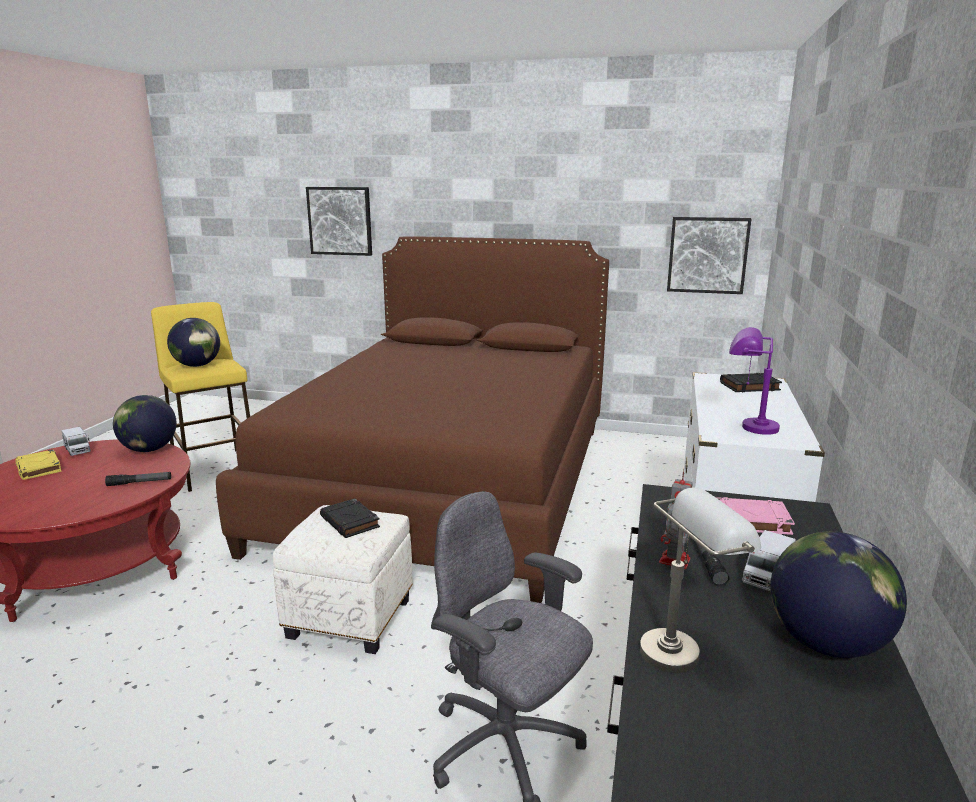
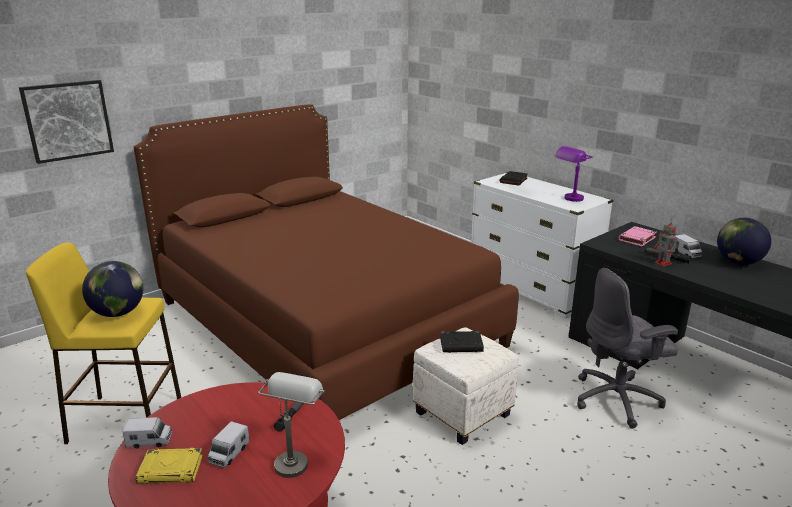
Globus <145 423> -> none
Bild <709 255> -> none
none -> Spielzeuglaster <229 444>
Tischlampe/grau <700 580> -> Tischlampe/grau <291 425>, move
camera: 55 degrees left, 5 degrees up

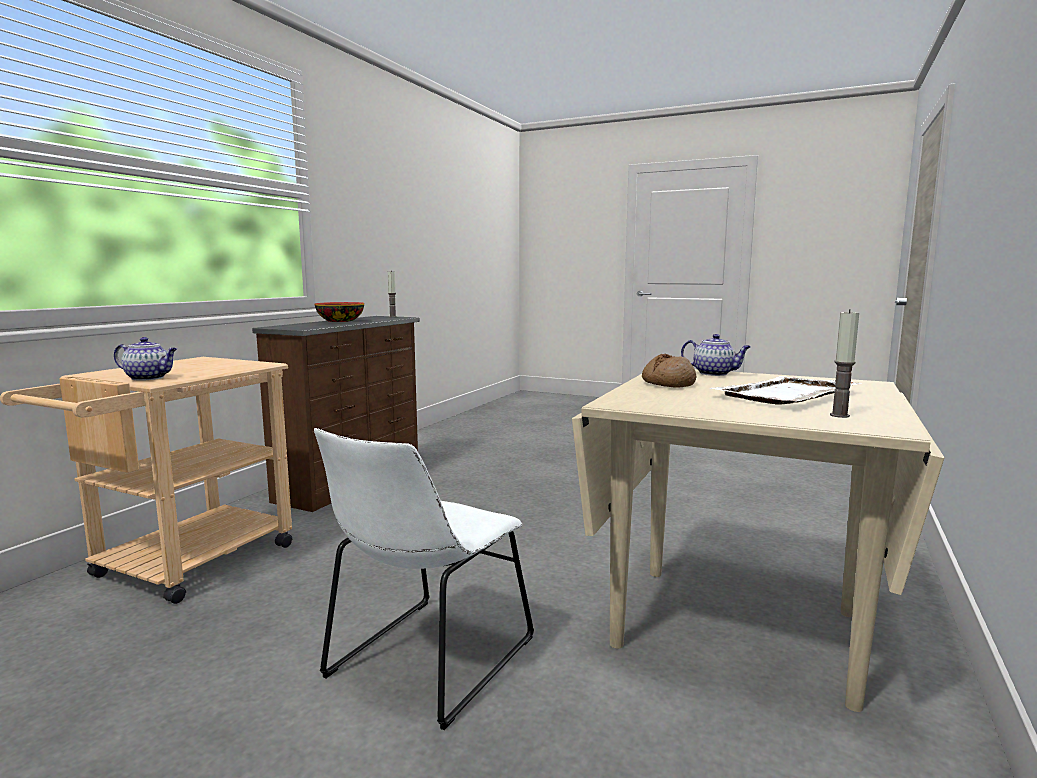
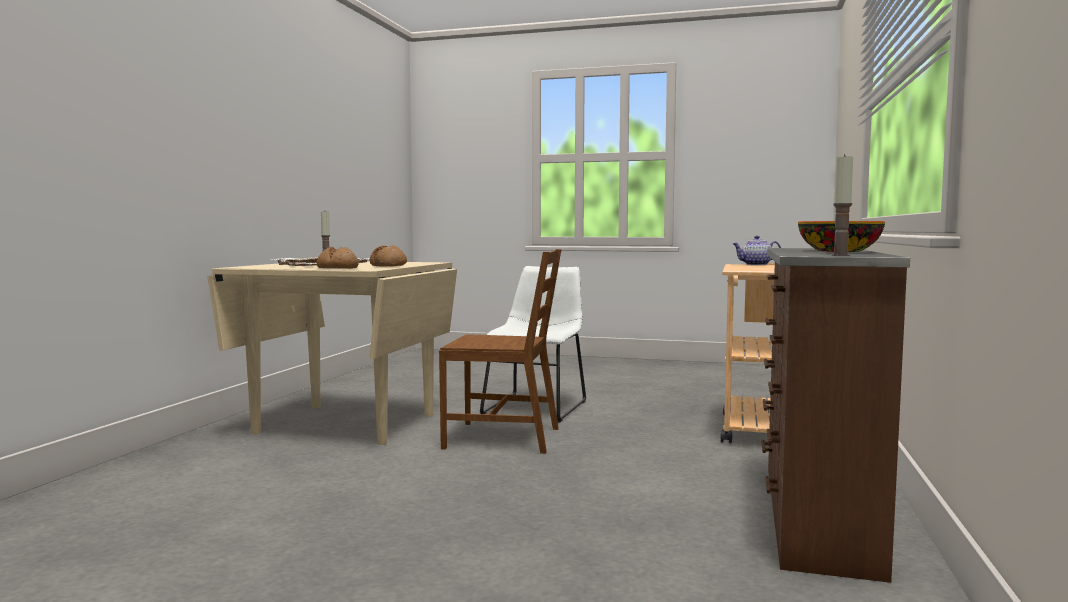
none -> Stuhl/braun <500 351>
Teekanne <716 355> -> Brot <337 258>
camera: 170 degrees right, 5 degrees down

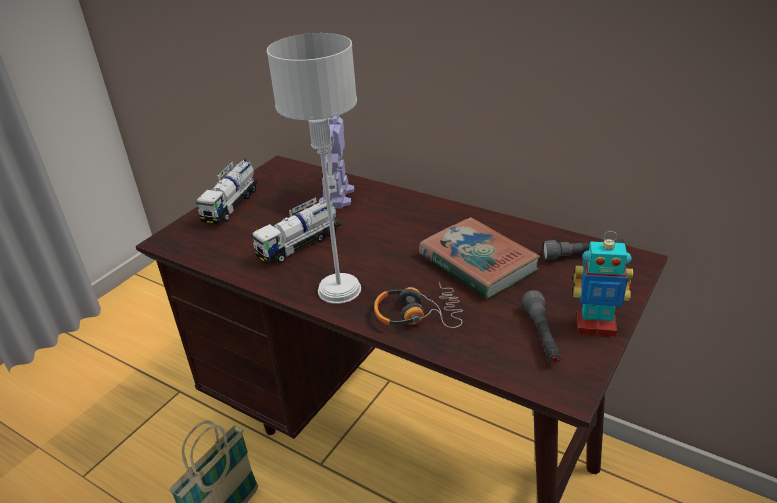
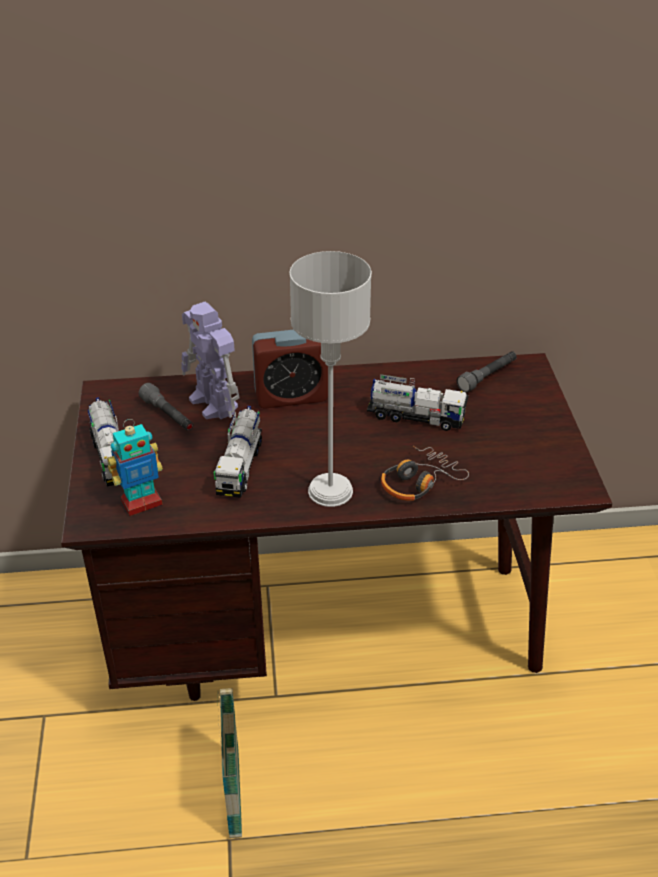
none -> Wecker <290 369>
Taschenlampe/grau <541 327> -> Taschenlampe/grau <166 407>, move
Spielzeugroboter <603 284> -> Spielzeugroboter <135 467>, move
Buch <480 258> -> Spielzeuglaster <418 402>
camera: 40 degrees left, 5 degrees up

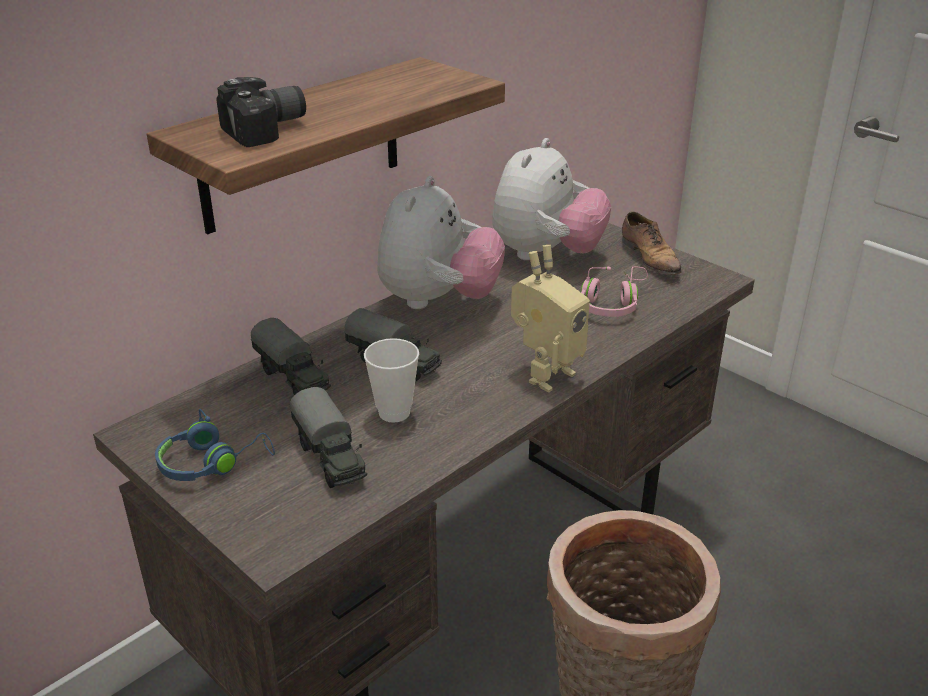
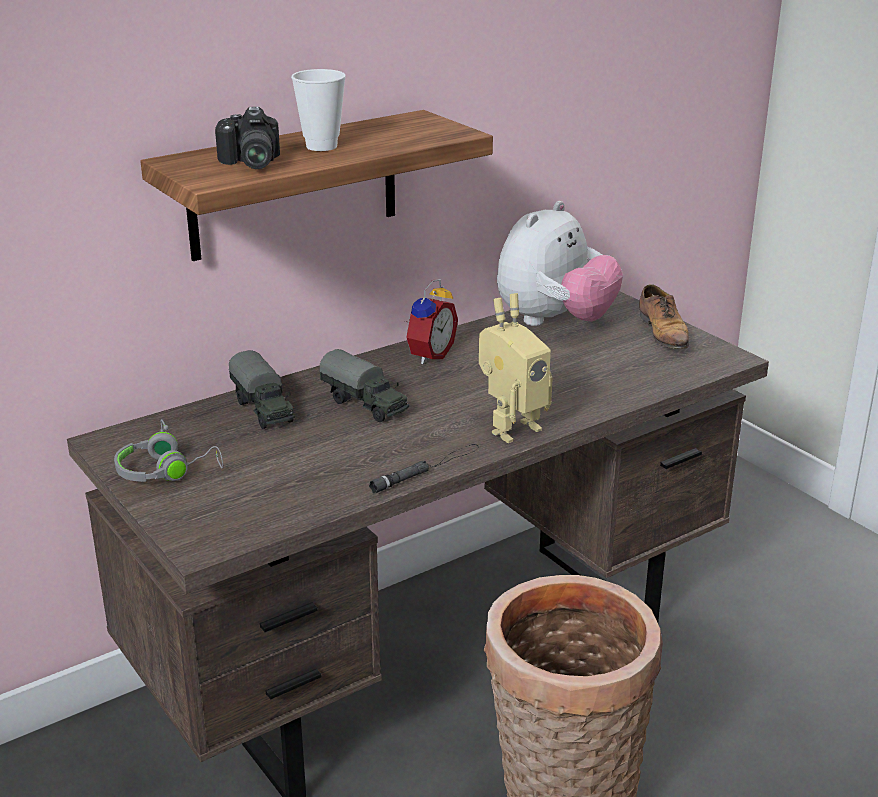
Spielzeuglaster <328 437> -> none
Kopfhörer/rosa <614 291> -> none
none -> Taschenlampe/schwarz <424 468>
Tasse <391 380> -> Tasse <318 110>, move
Plüschtier <441 242> -> Wecker <431 321>
Kopfhörer/blau <215 445> -> Kopfhörer/grau <169 450>
Kamera <261 112> -> Kamera <247 138>, 105 degrees clockwise
camera: 10 degrees right, 5 degrees down

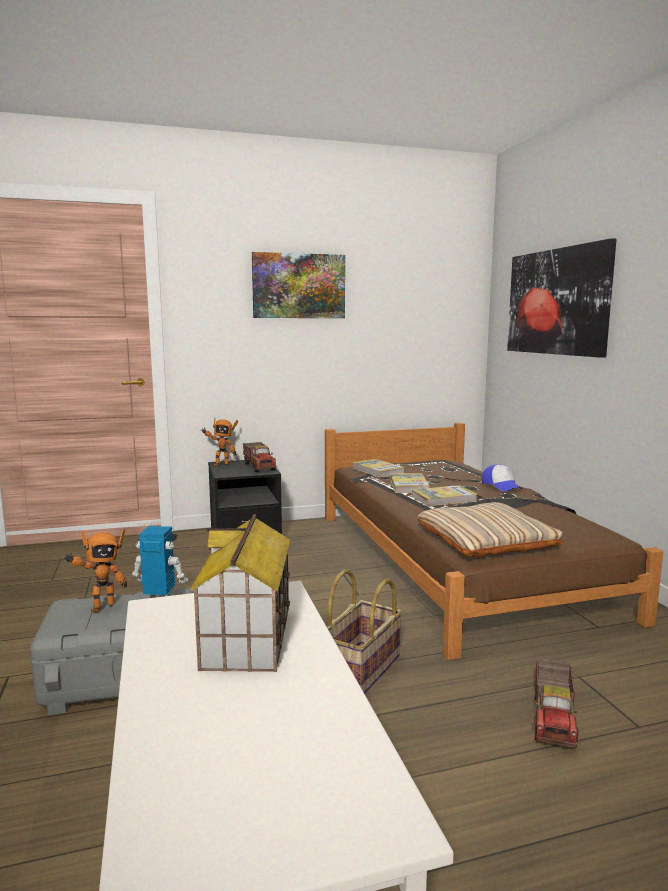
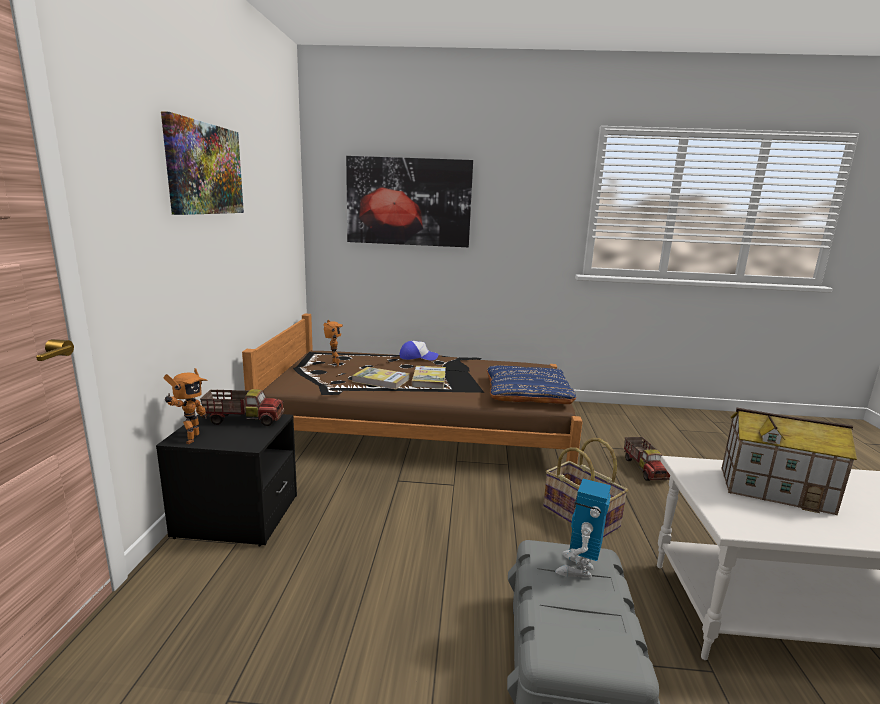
Buch <378 468> -> none
Spielzeugroboter <95 571> -> Spielzeugroboter <333 343>, move
Kissen/beige <490 529> -> Kissen/blau <531 385>
Spielzeuglaster <556 703> -> Spielzeuglaster <647 459>, 45 degrees clockwise
camera: 70 degrees left, 5 degrees up

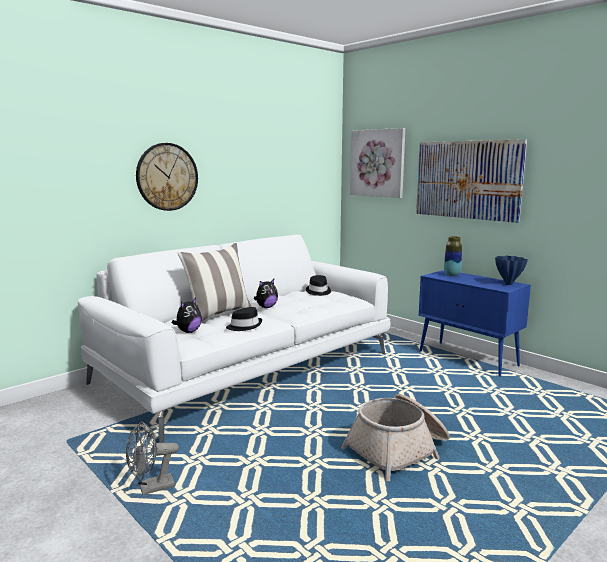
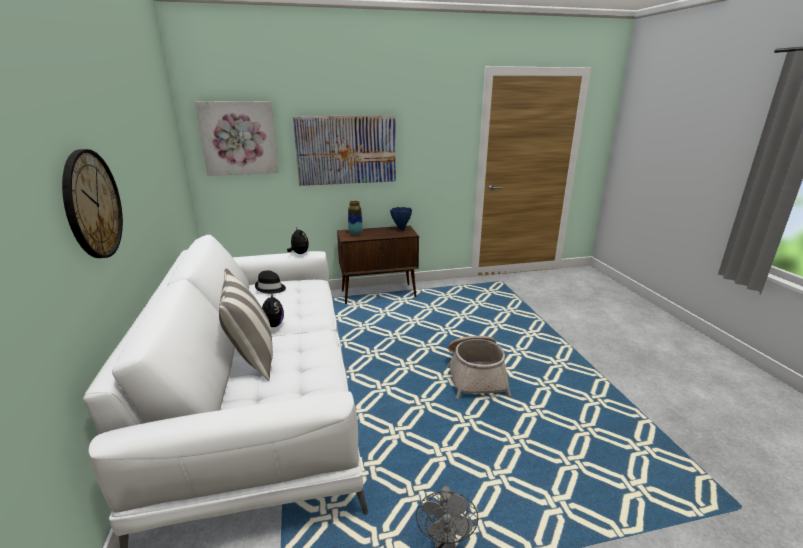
Hut/schwarz <244 319> -> none
Plüschtier <187 315> -> Plüschtier <298 241>, move
Schrank/blau <475 323> -> Schrank/braun <378 265>
camera: 60 degrees left, 10 degrees up

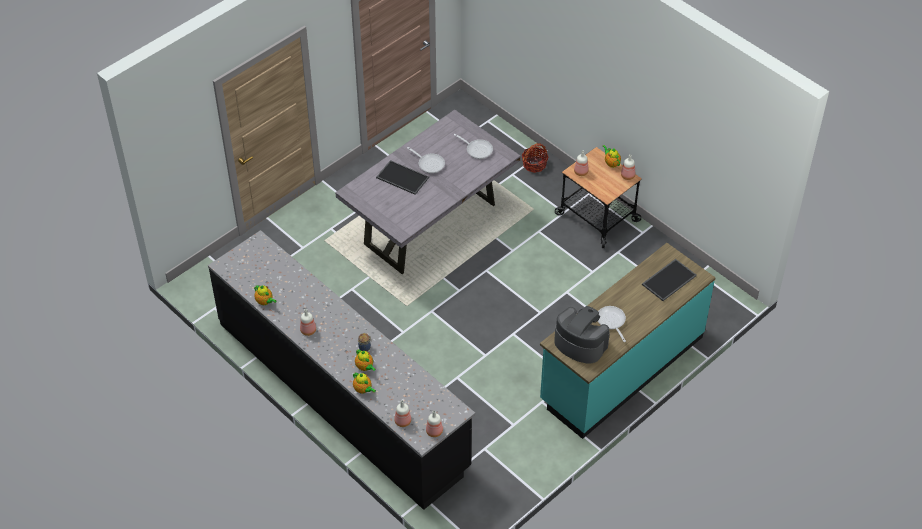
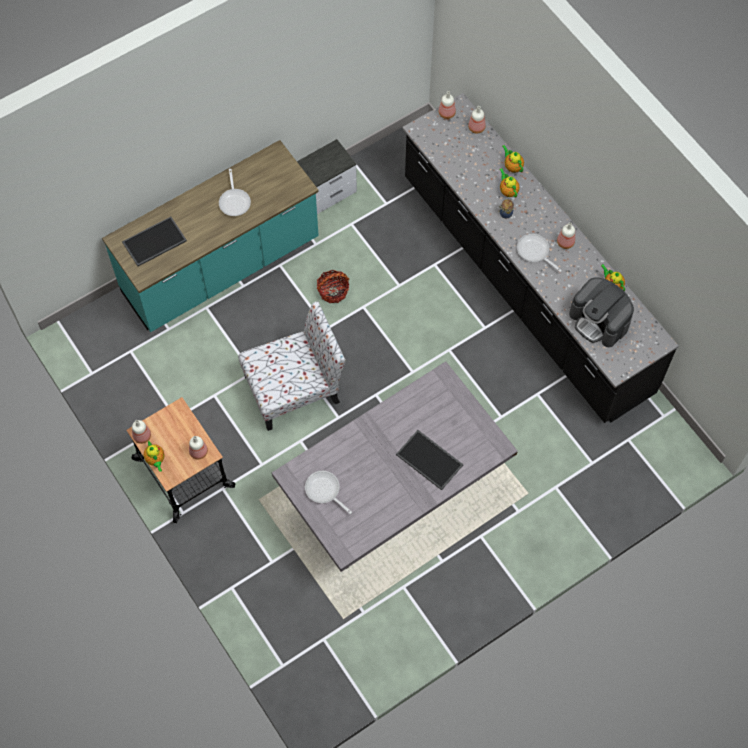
none -> Stuhl <292 366>
none -> Nachttisch <327 176>
Pfanne <426 160> -> Pfanne <539 253>, move
Korb <535 158> -> Korb <333 286>, move
Kaffeemaschine <582 335> -> Kaffeemaschine <601 312>, move
camera: 170 degrees left, 15 degrees up

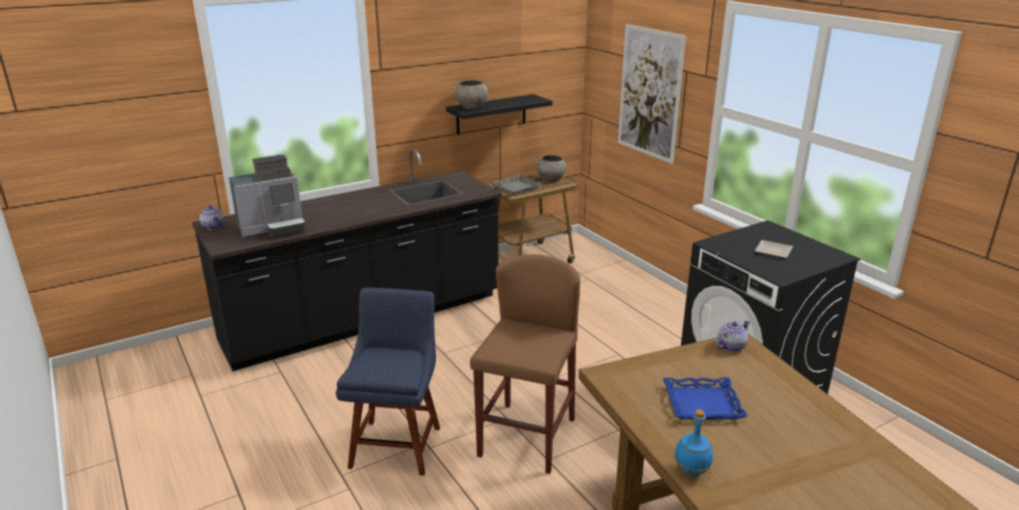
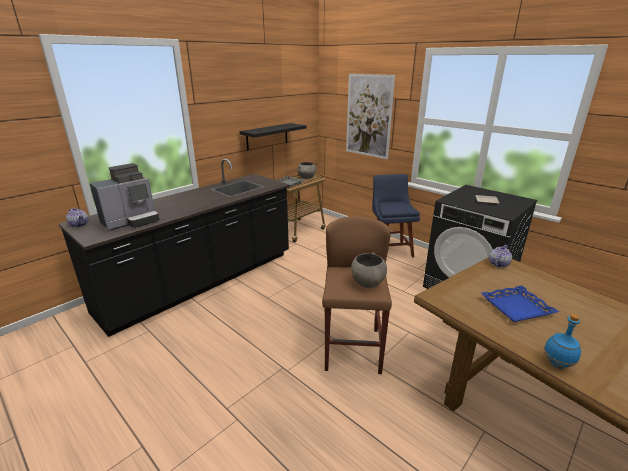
Stuhl/blau <388 381> -> Stuhl/blau <396 216>, move
Schüssel/grau <471 95> -> Schüssel/grau <369 270>, move
camera: 15 degrees left, 0 degrees up

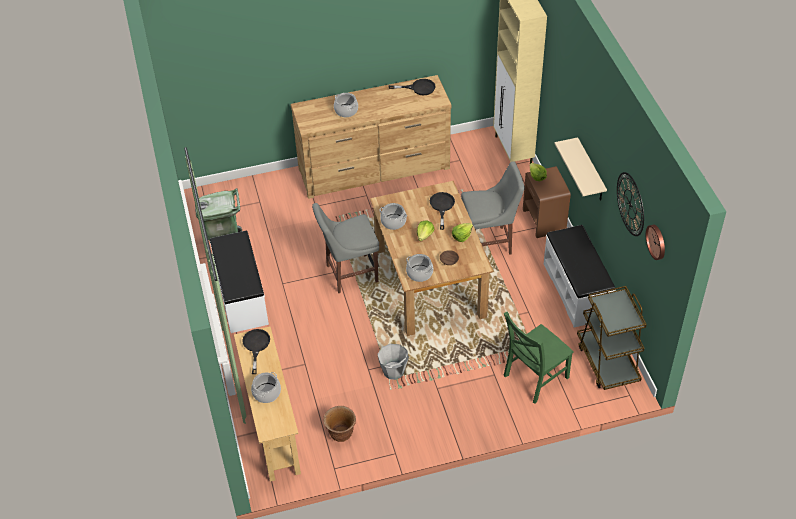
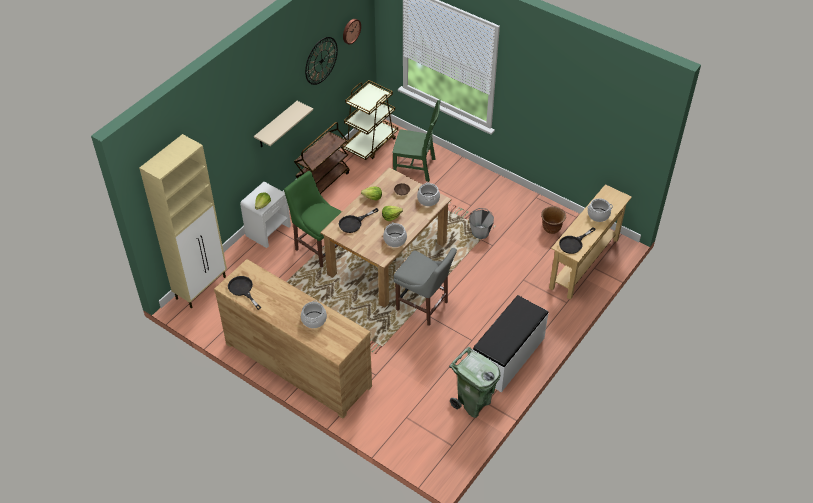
Bank/weiß <580 276> -> Rollwagen/braun <322 158>
Stuhl/grau <493 208> -> Stuhl/grün <314 219>
Nachttisch/braun <547 202> -> Nachttisch/weiß <265 215>
camera: 130 degrees left, 0 degrees up

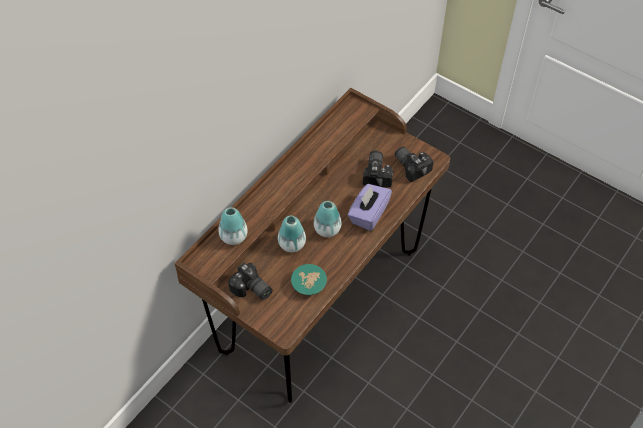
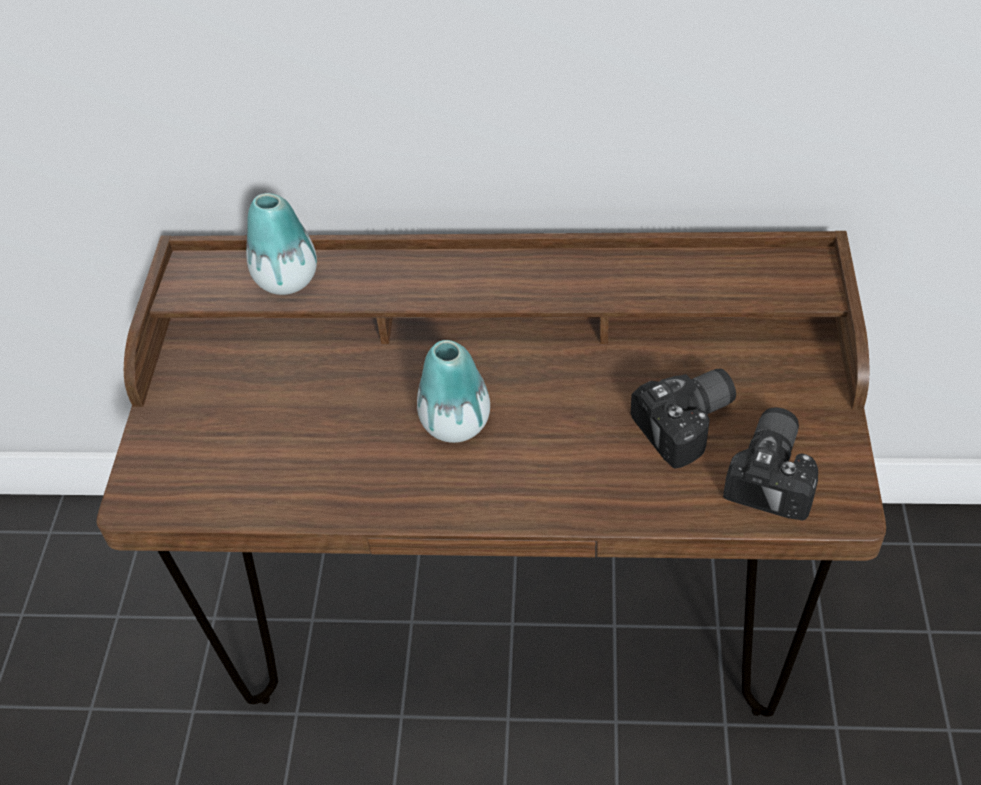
Kamera <250 281> -> none
Vase <292 233> -> none
Schüssel/türkis <309 279> -> none
Taschentuchbox/lila <370 207> -> none
camera: 60 degrees right, 5 degrees down

